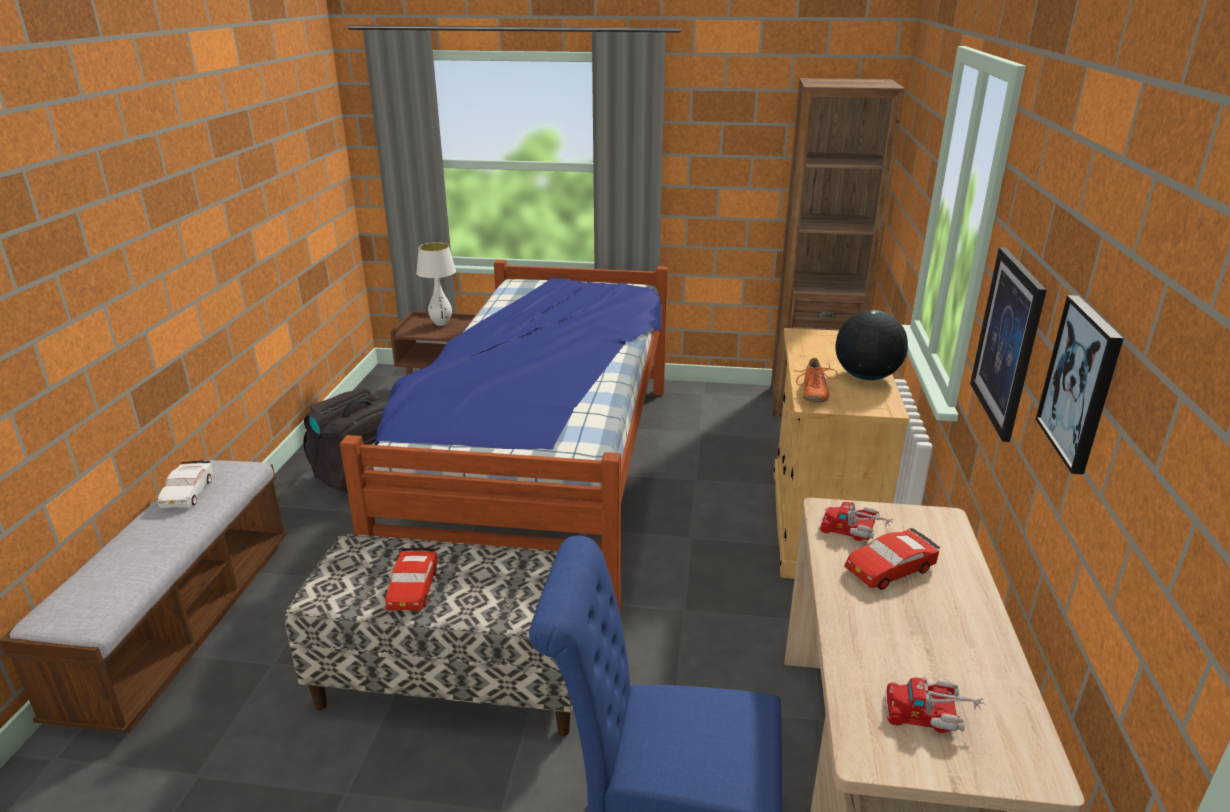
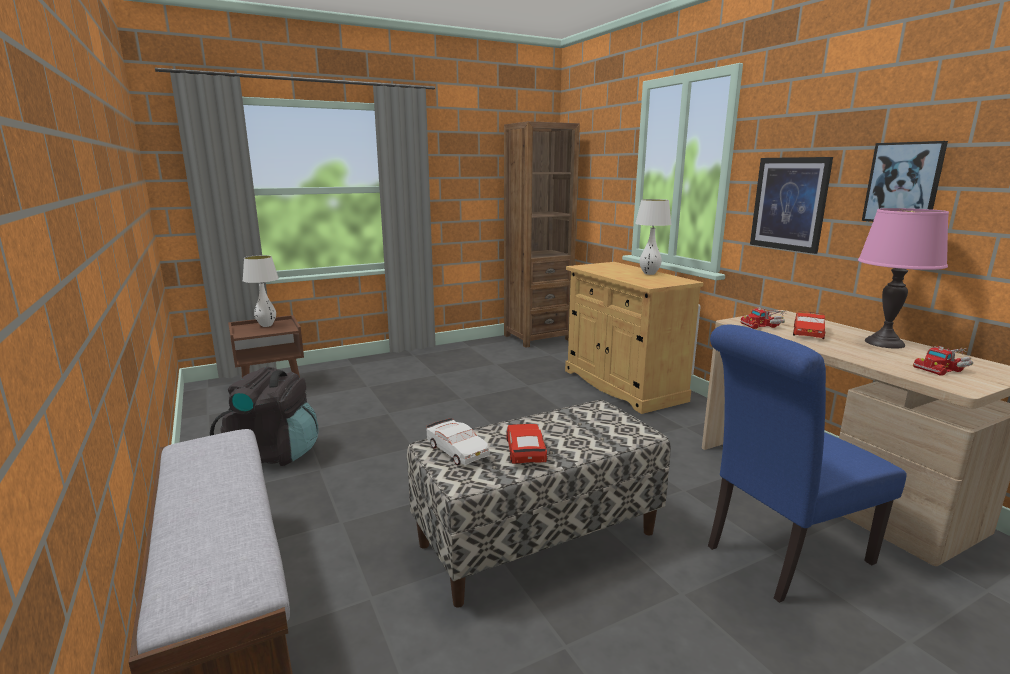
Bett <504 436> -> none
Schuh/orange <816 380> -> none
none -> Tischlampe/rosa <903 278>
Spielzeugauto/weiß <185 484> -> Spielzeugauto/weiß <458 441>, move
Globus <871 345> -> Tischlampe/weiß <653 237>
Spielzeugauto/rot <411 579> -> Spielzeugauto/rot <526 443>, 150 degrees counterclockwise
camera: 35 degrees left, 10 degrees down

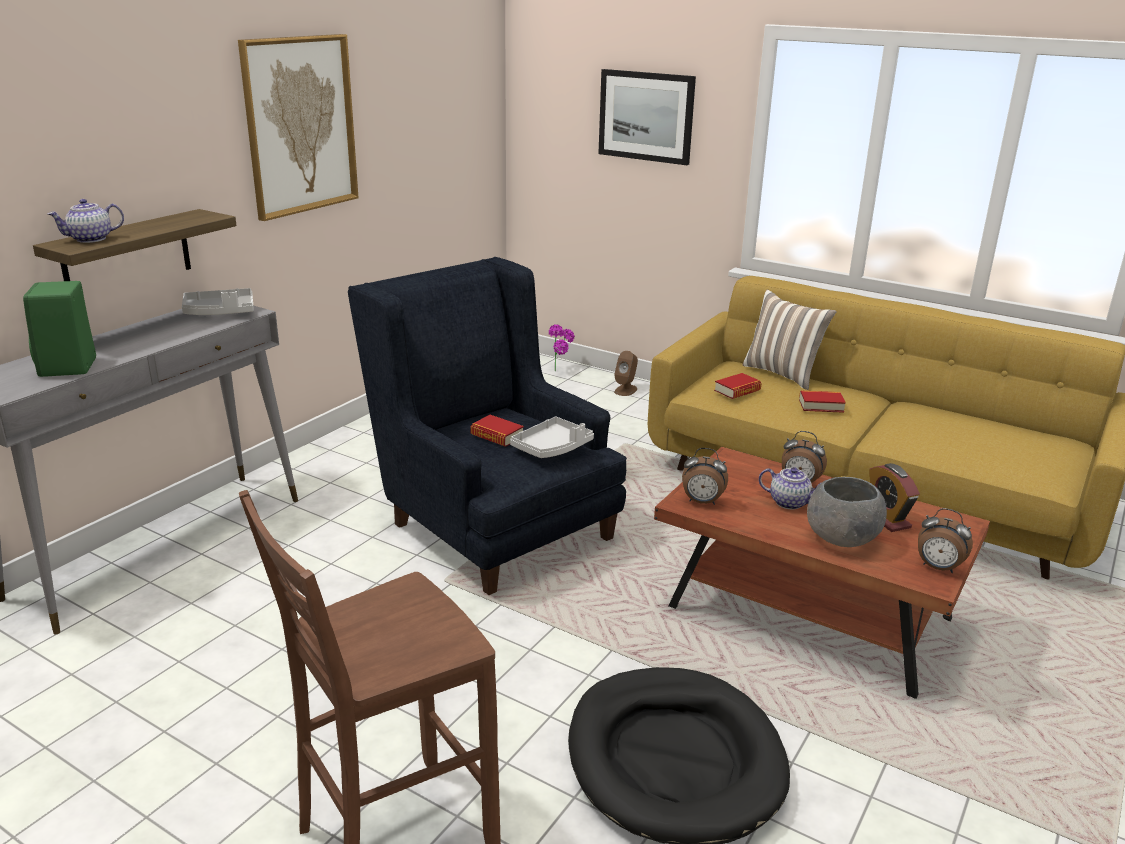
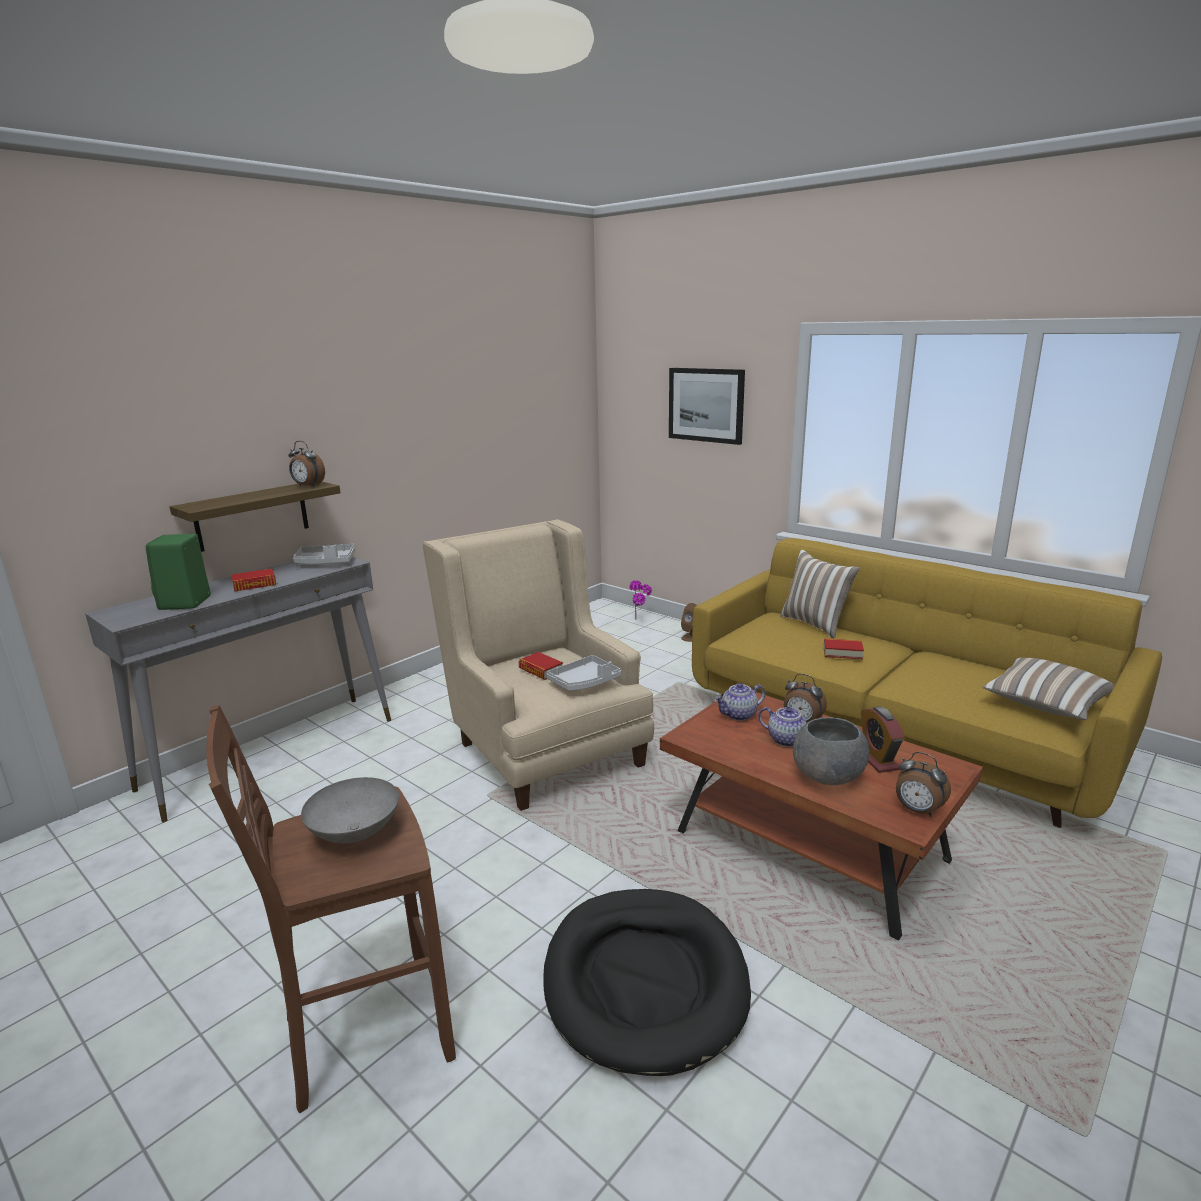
Bild <298 127> -> none
none -> Schüssel/grau <350 810>
none -> Kissen <1049 689>
Teekanne <86 221> -> Teekanne <739 702>, move
Wecker <705 476> -> Wecker <306 464>, move
Buch <738 386> -> Buch <253 579>, move
Sessel/blau <487 426> -> Sessel/beige <538 665>
camera: 10 degrees right, 5 degrees down

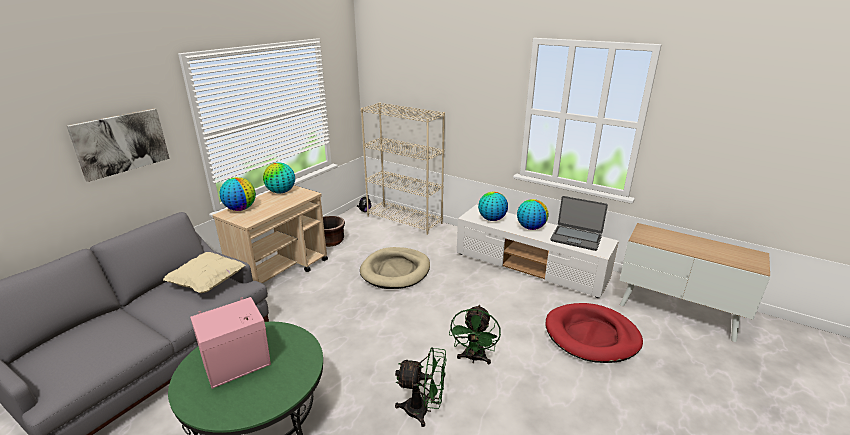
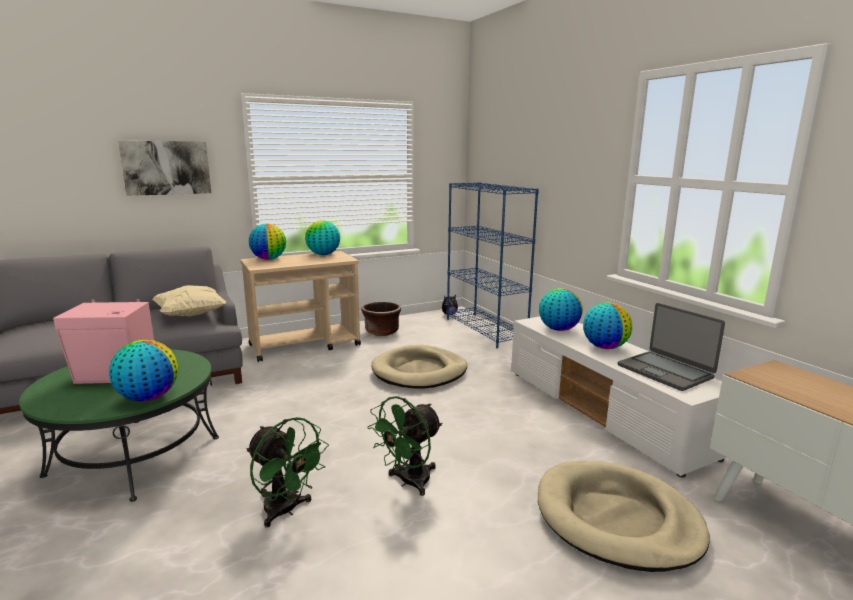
none -> Globus <143 370>
Bücherregal/beige <403 169> -> Bücherregal/blau <493 265>
Hundebett/rot <594 333> -> Hundebett/beige <623 516>
camera: 30 degrees right, 10 degrees down

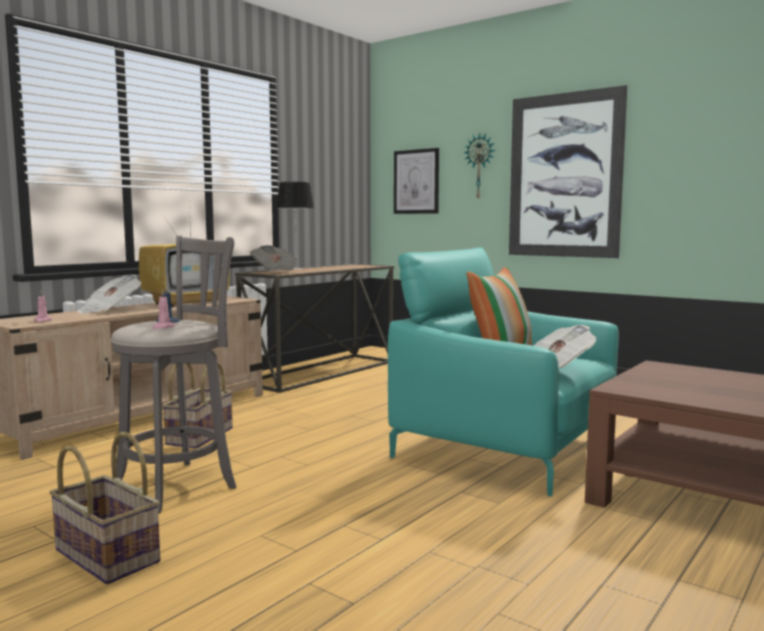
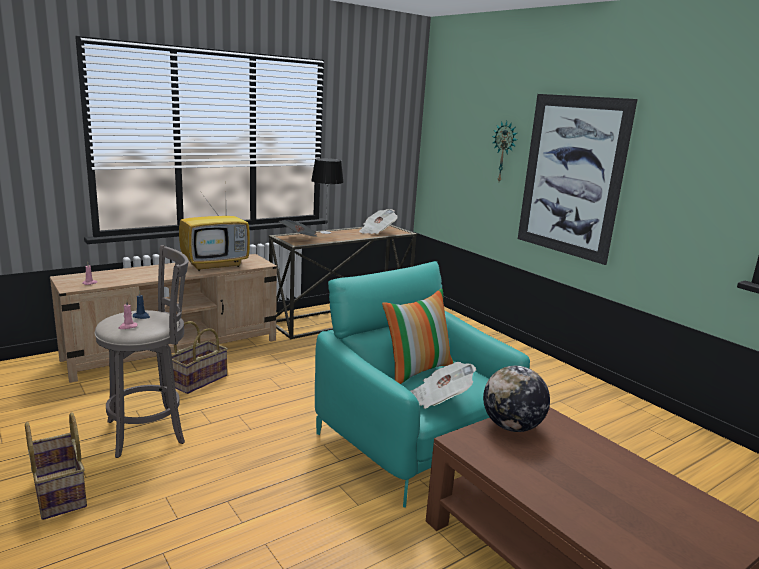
Bild <416 181> -> none
none -> Globus <516 399>
Zeitung <109 294> -> Zeitung <378 221>, move
camera: 15 degrees right, 10 degrees up

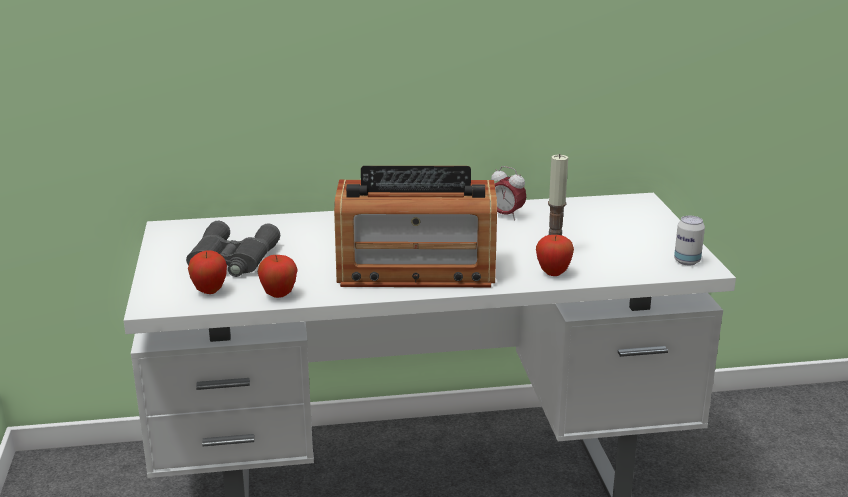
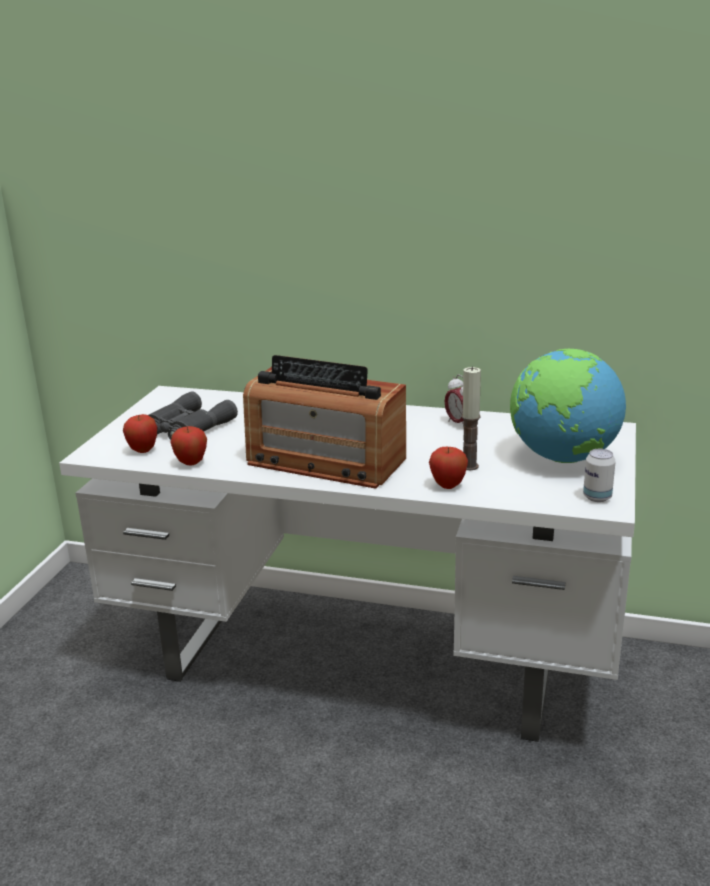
none -> Globus <568 406>
camera: 25 degrees right, 0 degrees up

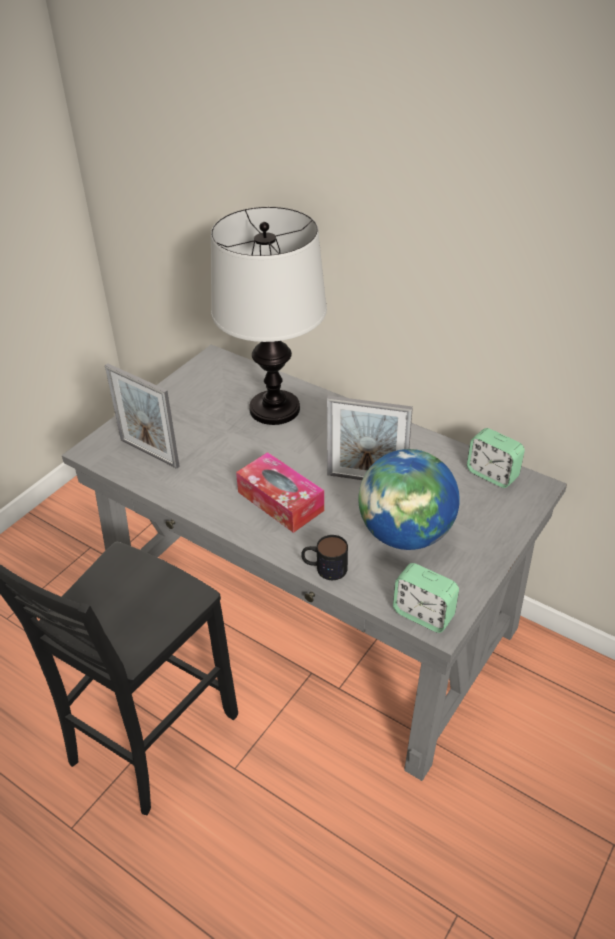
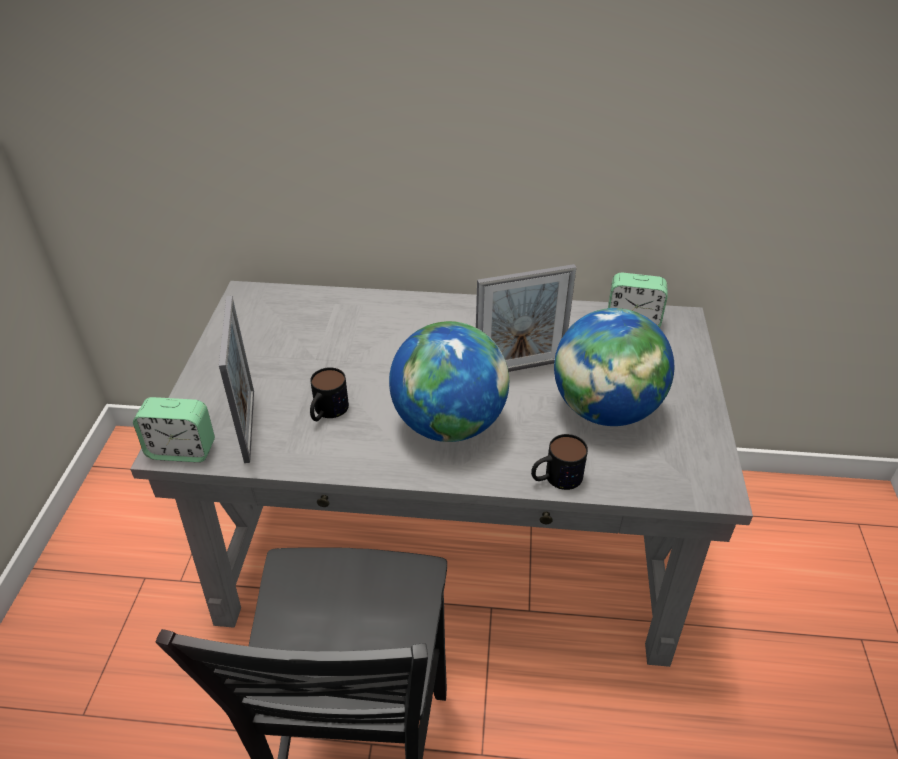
Tischlampe <269 316> -> none
none -> Henkelbecher <329 394>
Wecker <426 598> -> Wecker <174 429>, move
Taschentuchbox <280 492> -> Globus <449 381>
Bilderrahmen <142 416> -> Bilderrahmen <236 379>, 105 degrees counterclockwise
camera: 30 degrees left, 0 degrees up

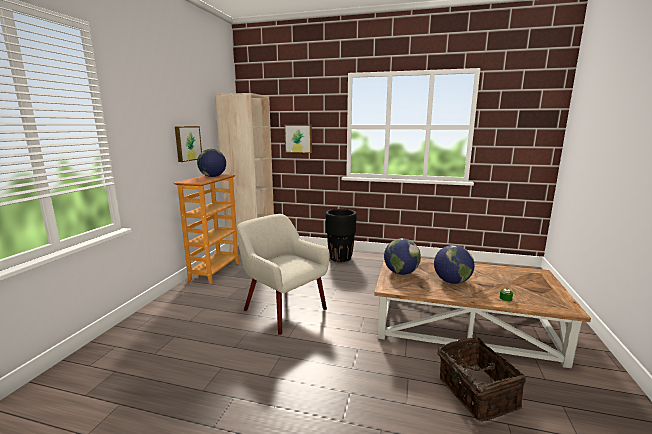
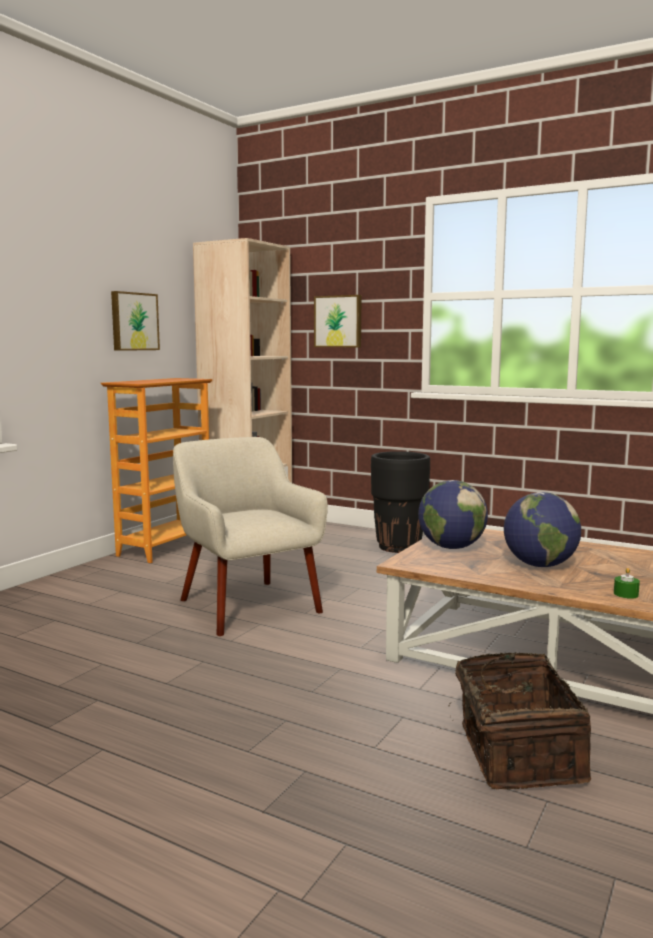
Globus <211 163> -> none
camera: 15 degrees right, 5 degrees down

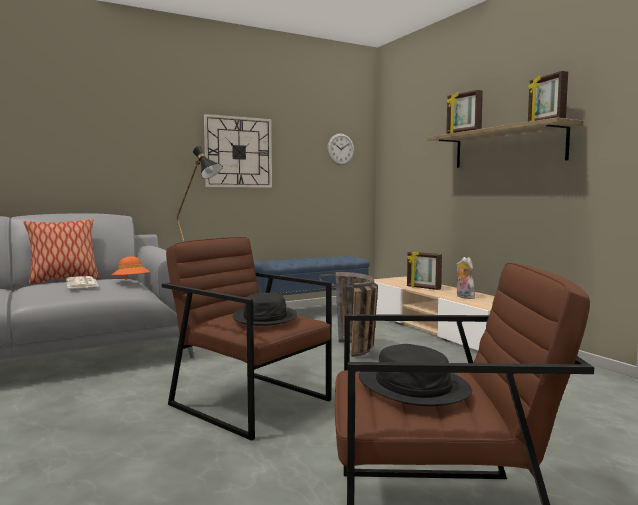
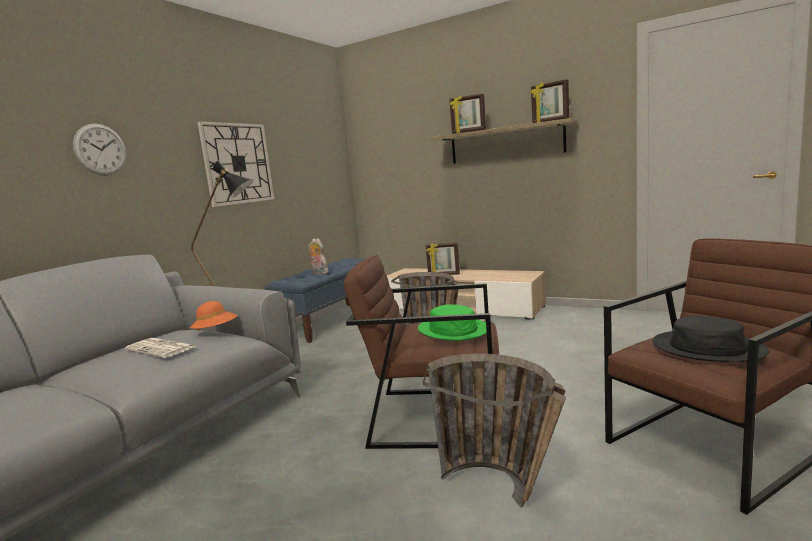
Kissen <61 251> -> none
none -> Korb <494 430>
Wanduhr <340 149> -> Wanduhr <100 149>, move
Plüschtier <466 278> -> Plüschtier <318 256>, move
Hut/schwarz <265 309> -> Hut/grün <452 322>
camera: 30 degrees left, 5 degrees up

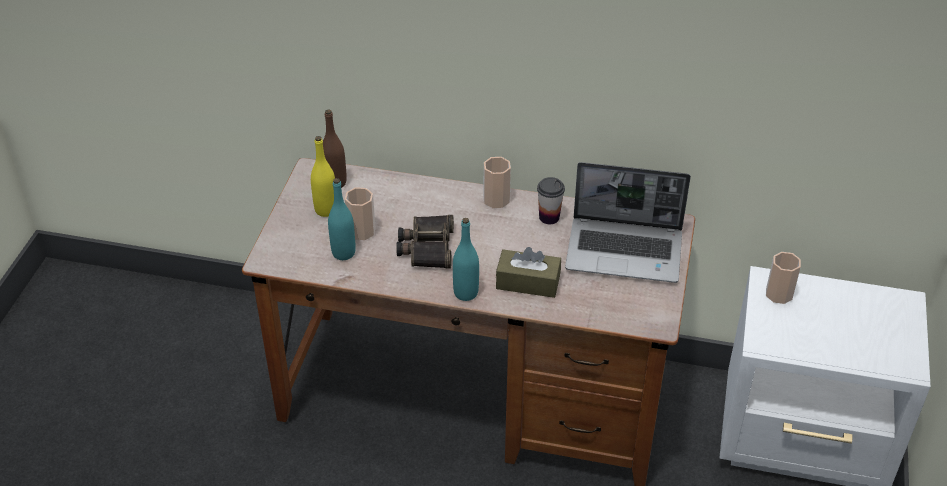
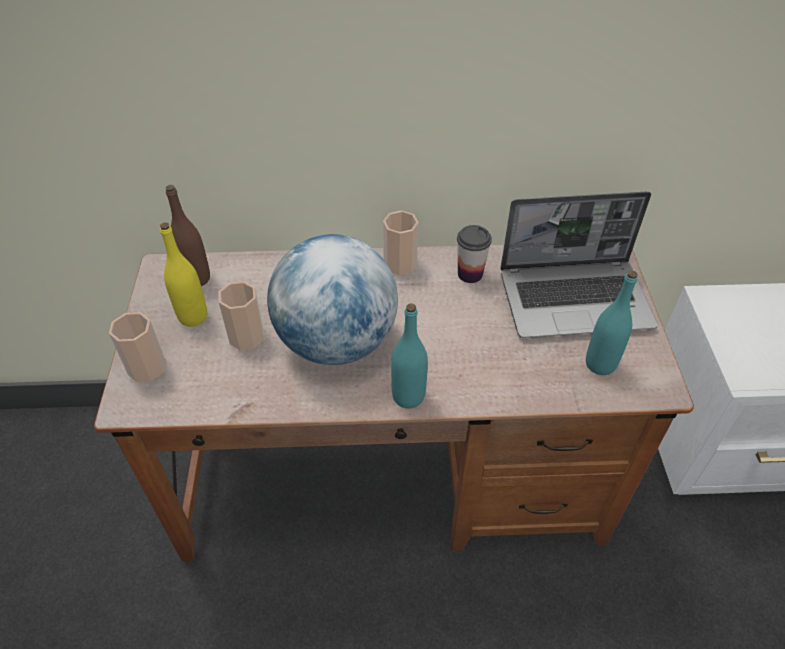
Taschentuchbox/braun <528 272> -> none
Flasche/türkis <342 219> -> Flasche/türkis <612 322>, move
Tasse <783 278> -> Tasse <137 347>, move
Fernglas <425 242> -> Globus <332 299>
camera: 15 degrees left, 5 degrees up

